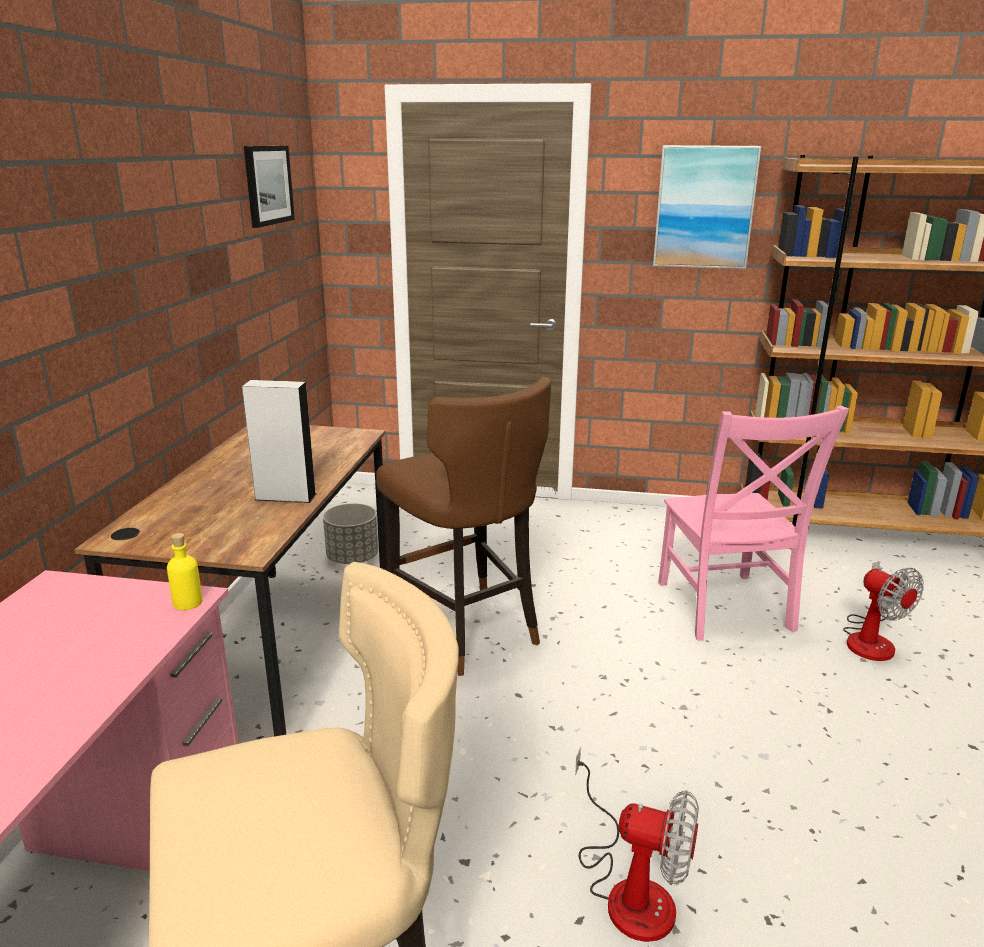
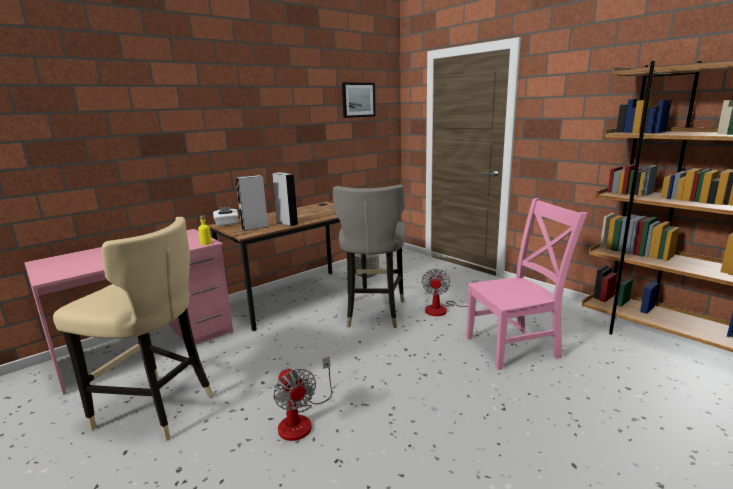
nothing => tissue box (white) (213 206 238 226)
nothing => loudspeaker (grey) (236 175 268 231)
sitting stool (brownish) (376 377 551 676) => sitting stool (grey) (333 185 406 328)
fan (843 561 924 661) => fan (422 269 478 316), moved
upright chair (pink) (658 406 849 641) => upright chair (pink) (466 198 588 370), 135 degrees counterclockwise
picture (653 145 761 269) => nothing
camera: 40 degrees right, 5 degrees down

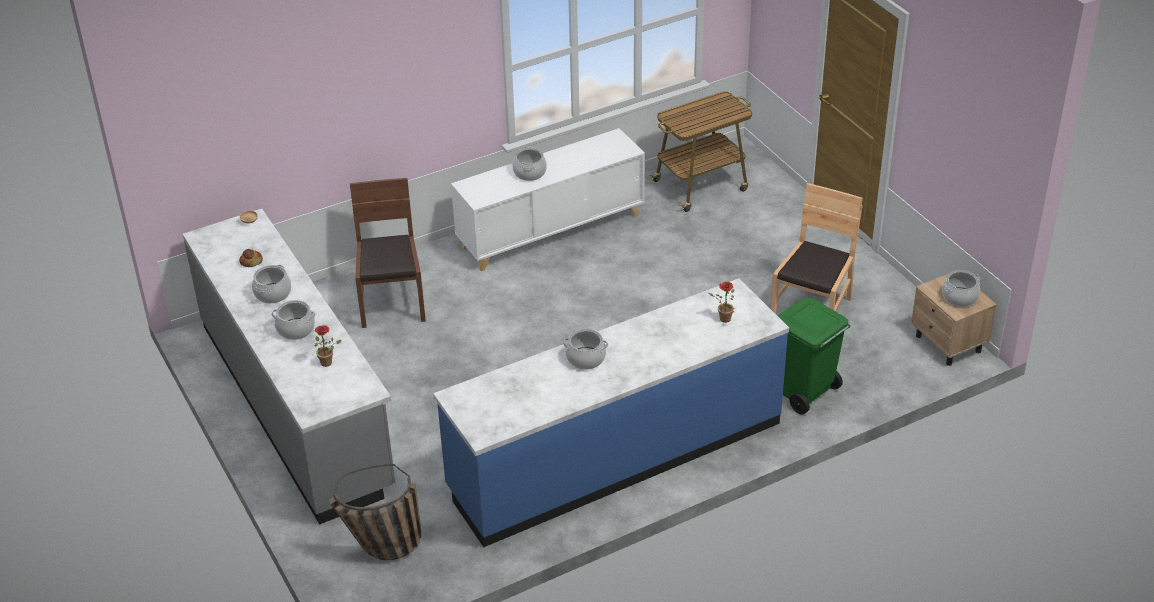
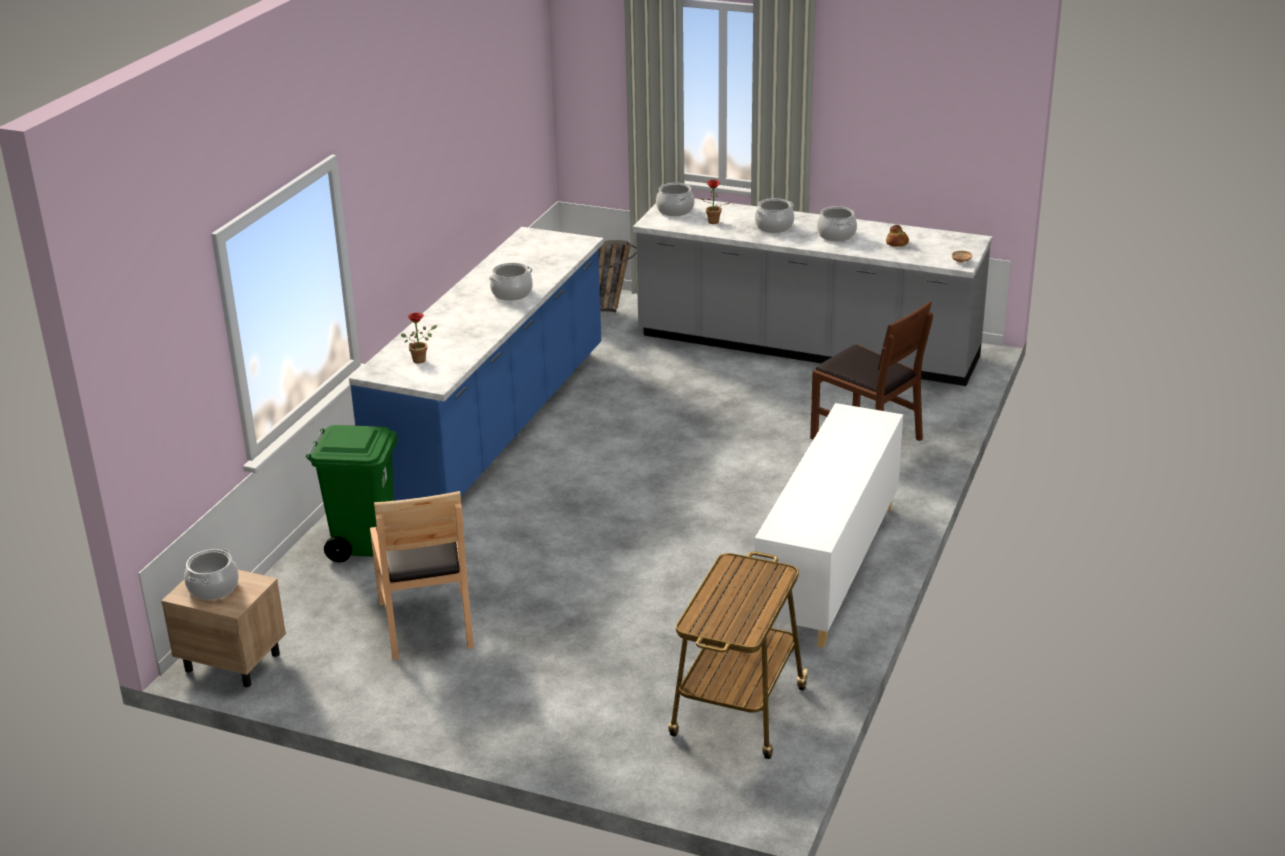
stockpot (512 147 547 181) => stockpot (656 183 694 216), moved
camera: 140 degrees right, 10 degrees down

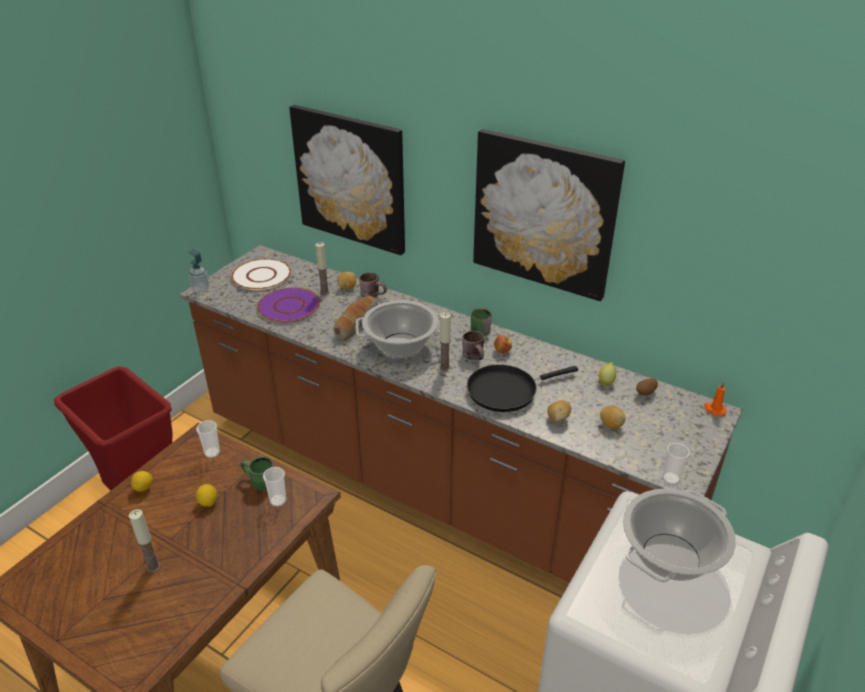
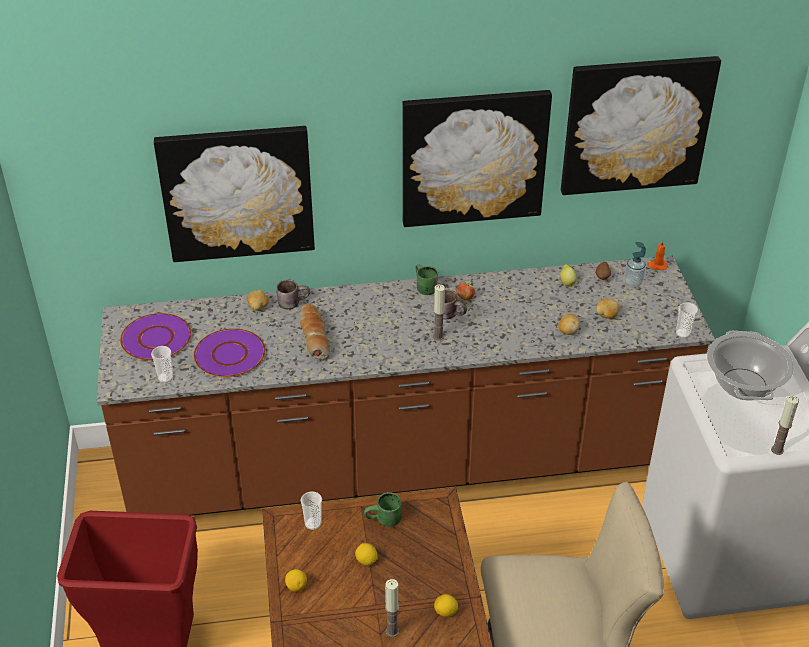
plate (white) (231 259 291 290) => plate (purple) (120 313 192 361)
small cup (263 467 287 507) => small cup (151 346 173 383), moved
nothing => lemon (434 594 458 617)
nothing => picture (561 56 721 195)
liquid soap bottle (189 249 209 293) => liquid soap bottle (624 242 646 287), moved
wax candle (315 242 329 295) => wax candle (771 395 799 455), moved
stockpot (356 301 441 357) => nothing
pan (black) (467 364 578 412) => nothing
camera: 40 degrees left, 5 degrees up

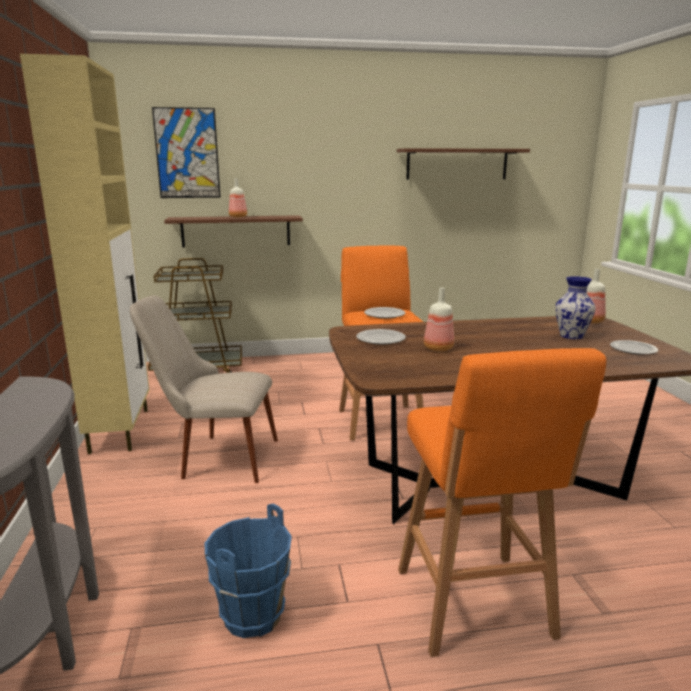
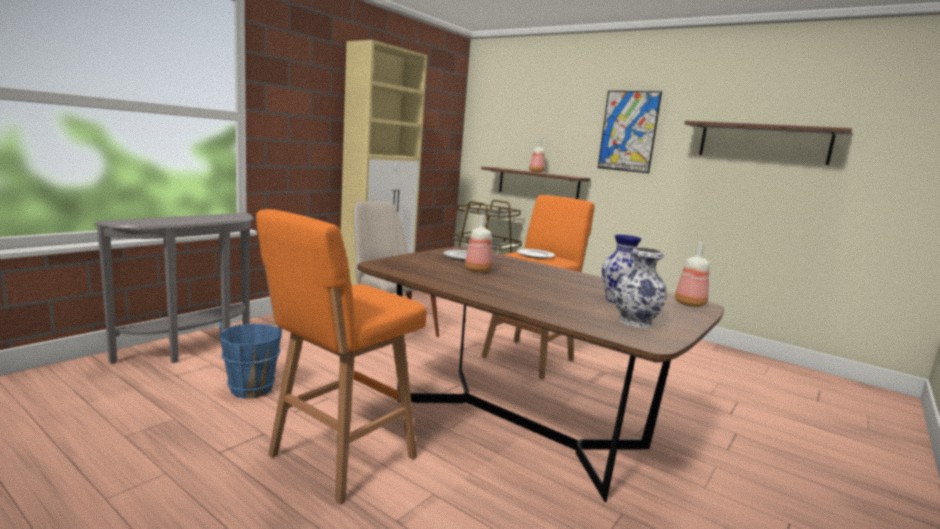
picture (152 107 221 198) => picture (598 91 662 173), moved
plate (610 340 658 355) => vase (614 247 667 328)
camera: 45 degrees right, 5 degrees down

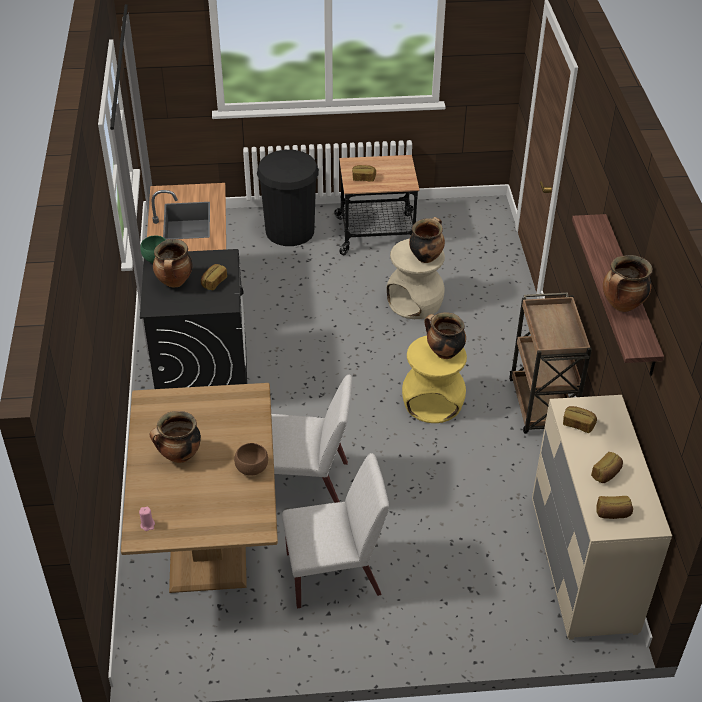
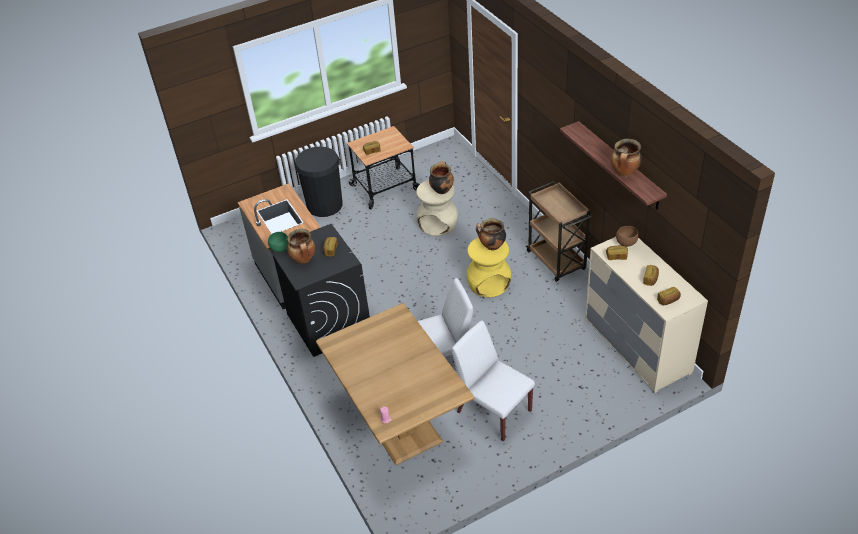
upright chair (white) (282 453 389 609) => upright chair (white) (451 320 535 441), 105 degrees counterclockwise
bowl (brownish) (234 443 268 476) => bowl (brownish) (616 226 638 247), moved
stockpot (149 411 201 463) => nothing
camera: 20 degrees left, 0 degrees up

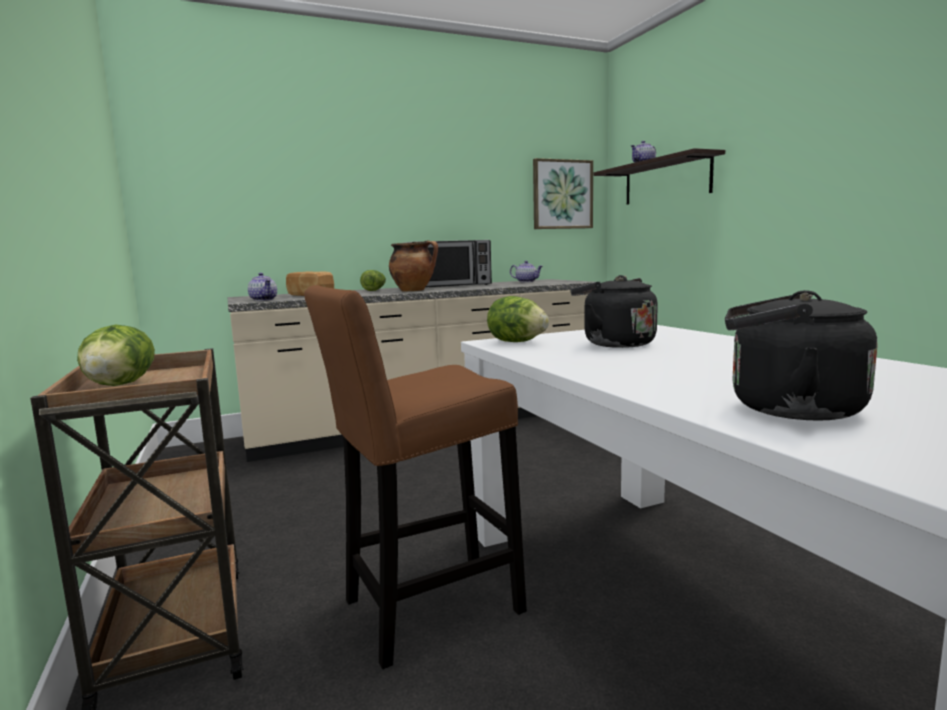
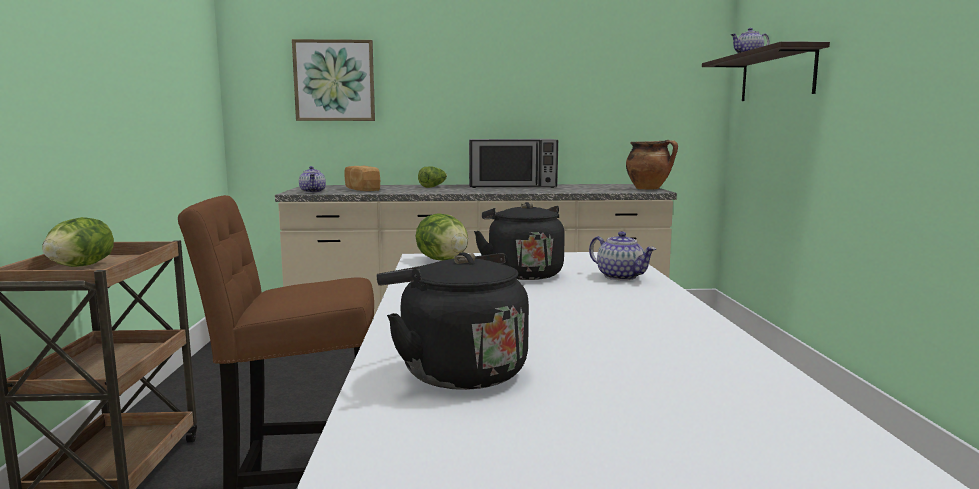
picture (533 158 593 229) => picture (292 39 375 121), moved
tea pot (510 261 543 282) => tea pot (589 231 656 281), moved
stockpot (389 240 438 292) => stockpot (626 140 678 190), moved
camera: 20 degrees right, 0 degrees up

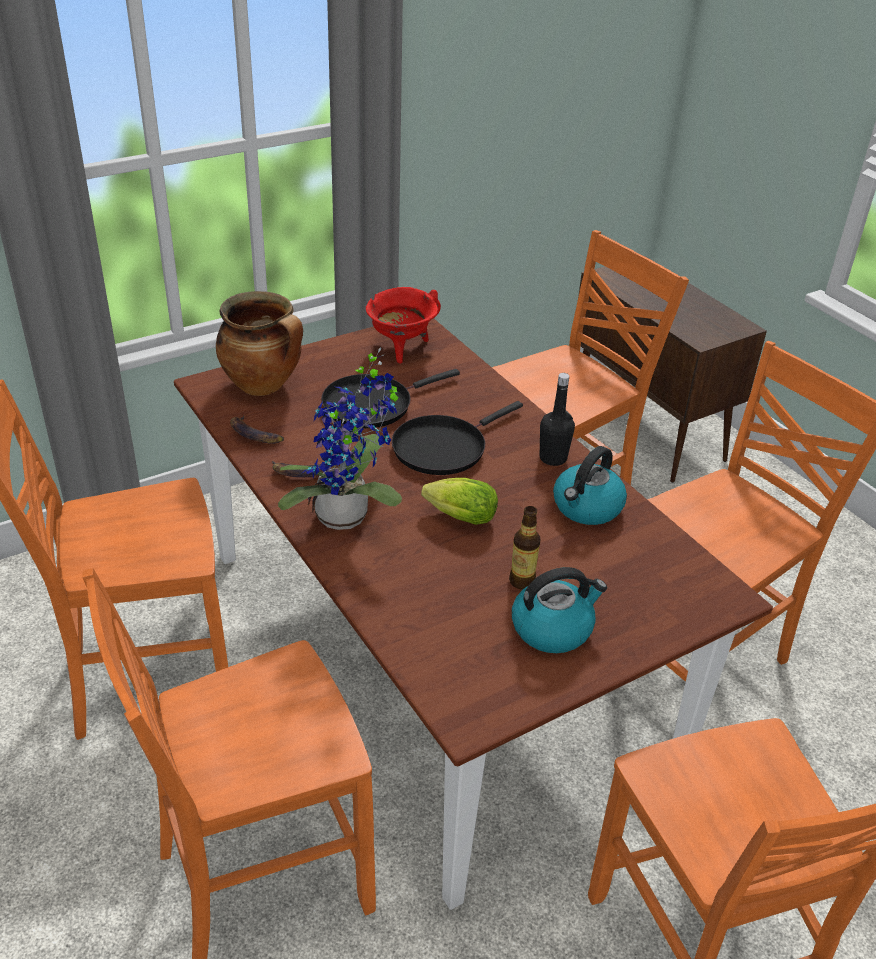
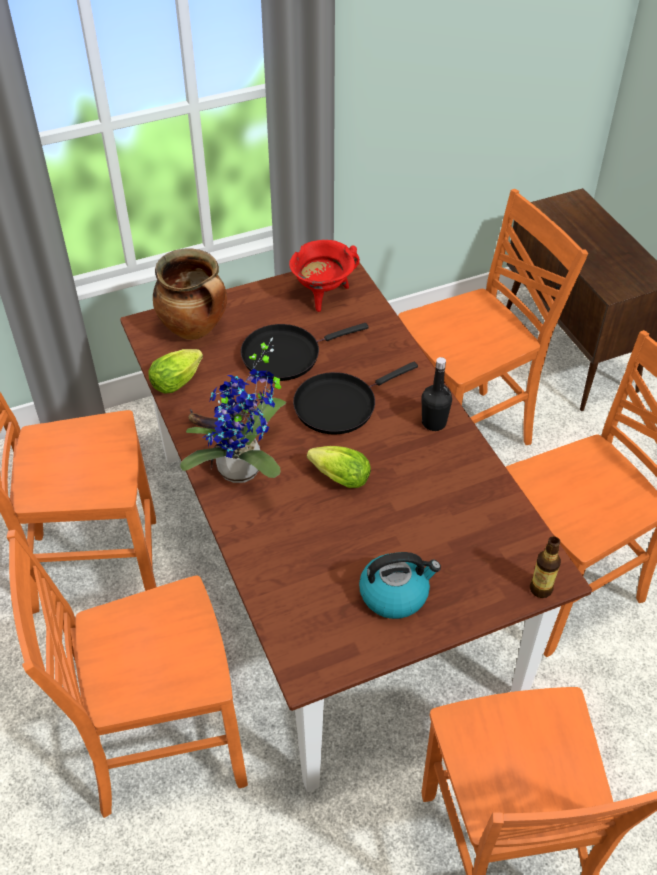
whole banana (230 416 284 444) => lettuce (149 349 203 394)
drink bottle (509 506 540 589) => drink bottle (530 536 561 598), moved
water kettle (553 446 627 525) => nothing
camera: 10 degrees right, 10 degrees up

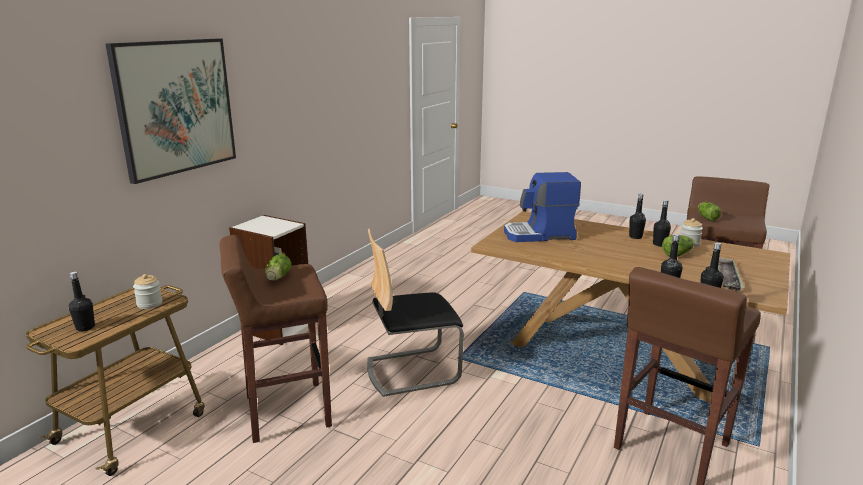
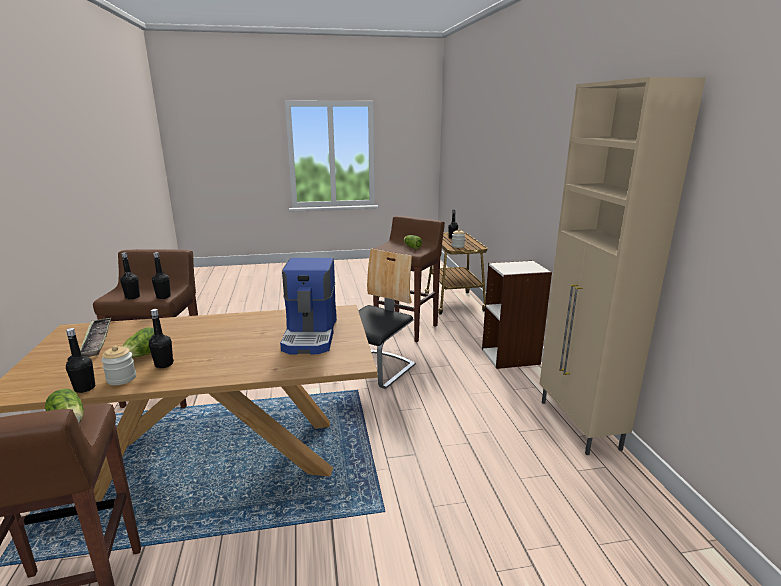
drink bottle (black) (629 194 646 239) => drink bottle (black) (66 328 95 393), moved
coffee brewer (504 172 581 242) => coffee brewer (280 258 337 354), 135 degrees clockwise
nothing => cabinet (beige-coloured) (540 77 706 455)
picture (105 38 236 184) => nothing
camera: 140 degrees right, 0 degrees up

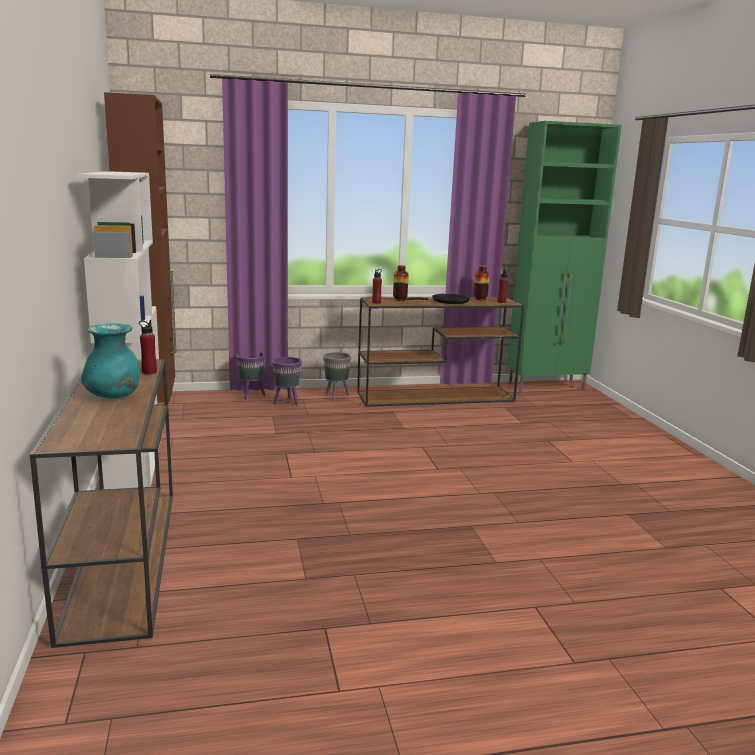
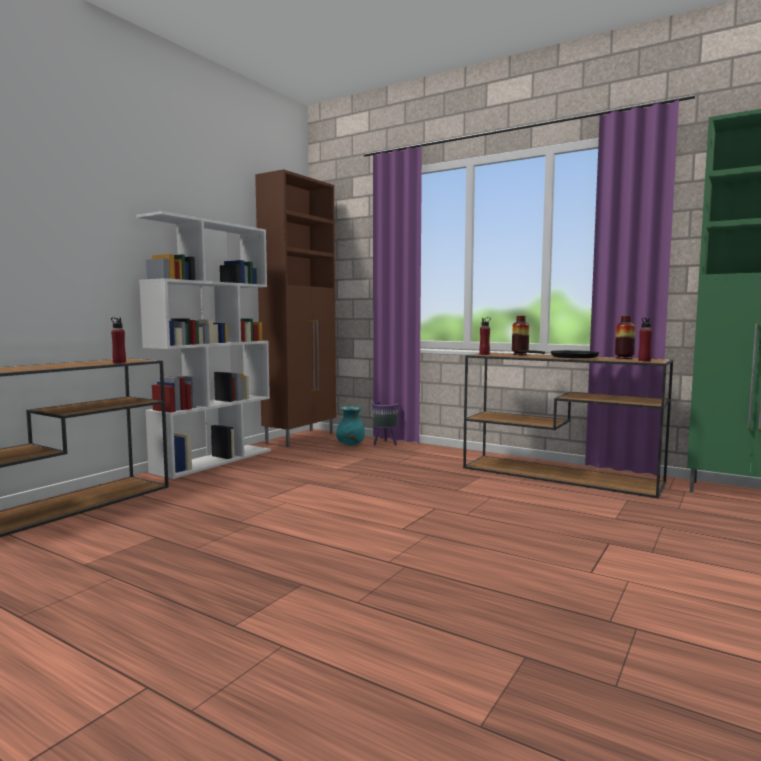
vase (turquoise-coloured) (81 323 140 399) => vase (turquoise-coloured) (336 406 365 445), moved
planter (purple) (272 357 302 405) => nothing
planter (grey) (323 352 351 400) => nothing
camera: 45 degrees right, 10 degrees down

